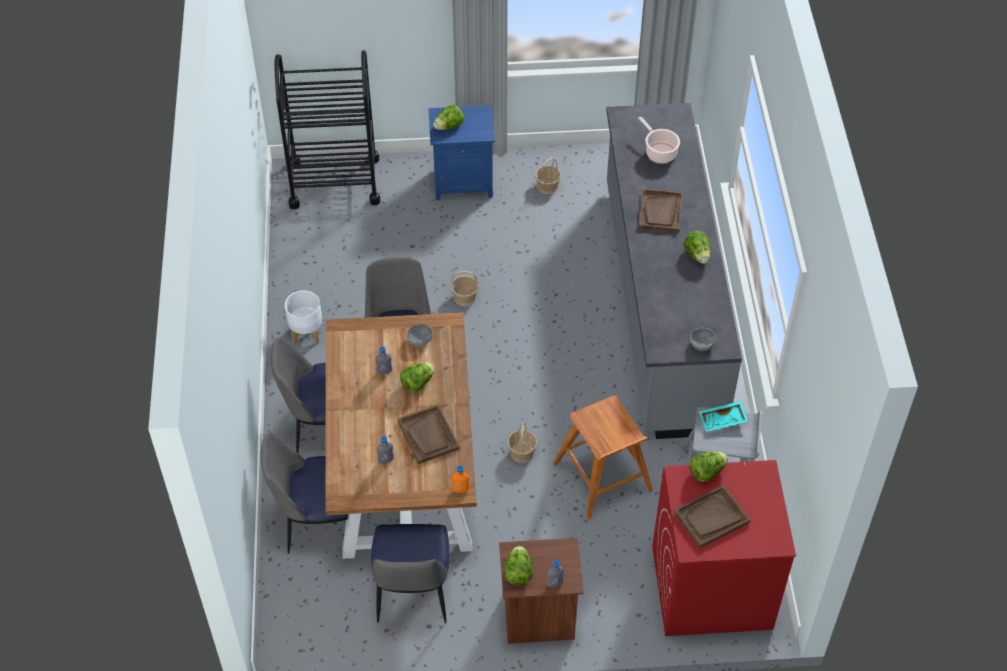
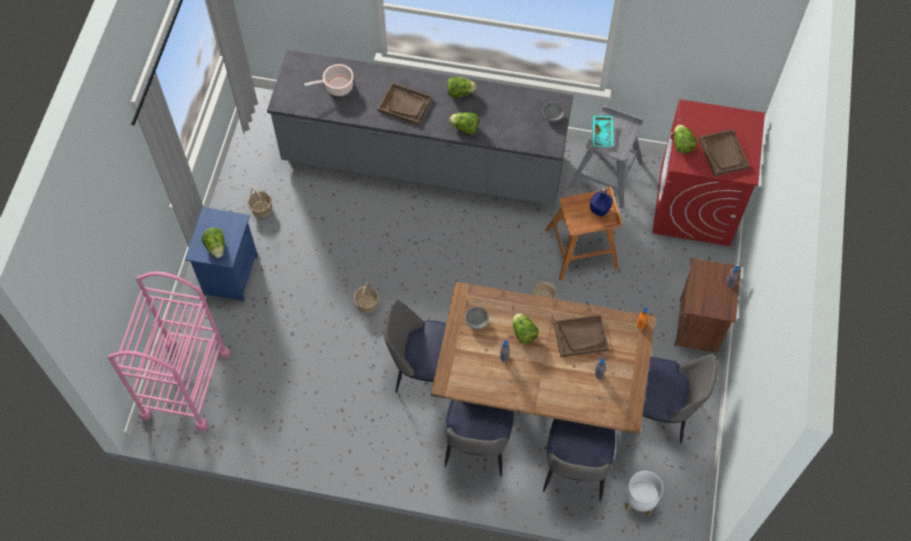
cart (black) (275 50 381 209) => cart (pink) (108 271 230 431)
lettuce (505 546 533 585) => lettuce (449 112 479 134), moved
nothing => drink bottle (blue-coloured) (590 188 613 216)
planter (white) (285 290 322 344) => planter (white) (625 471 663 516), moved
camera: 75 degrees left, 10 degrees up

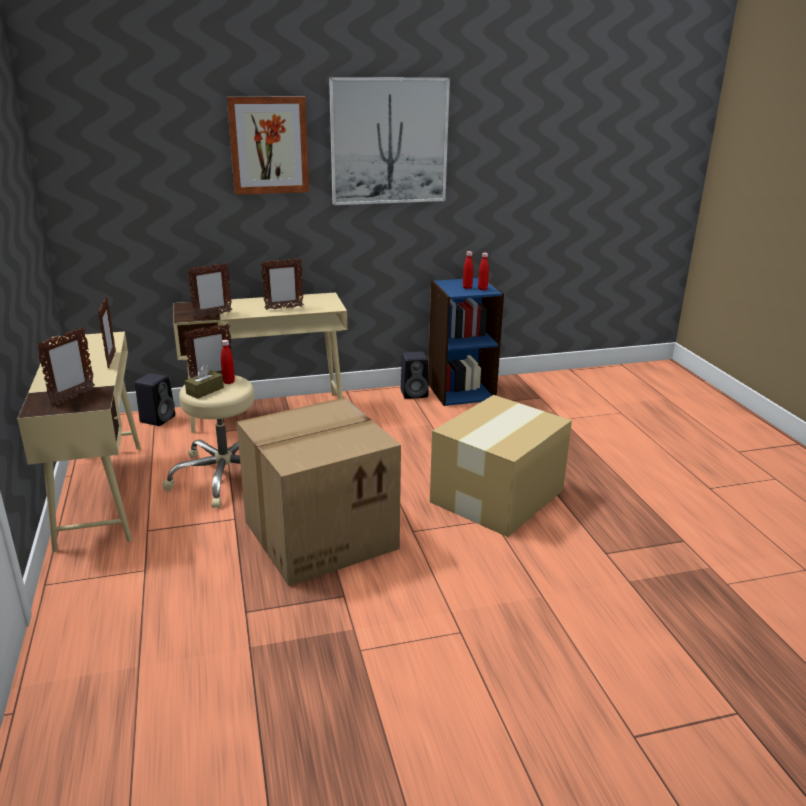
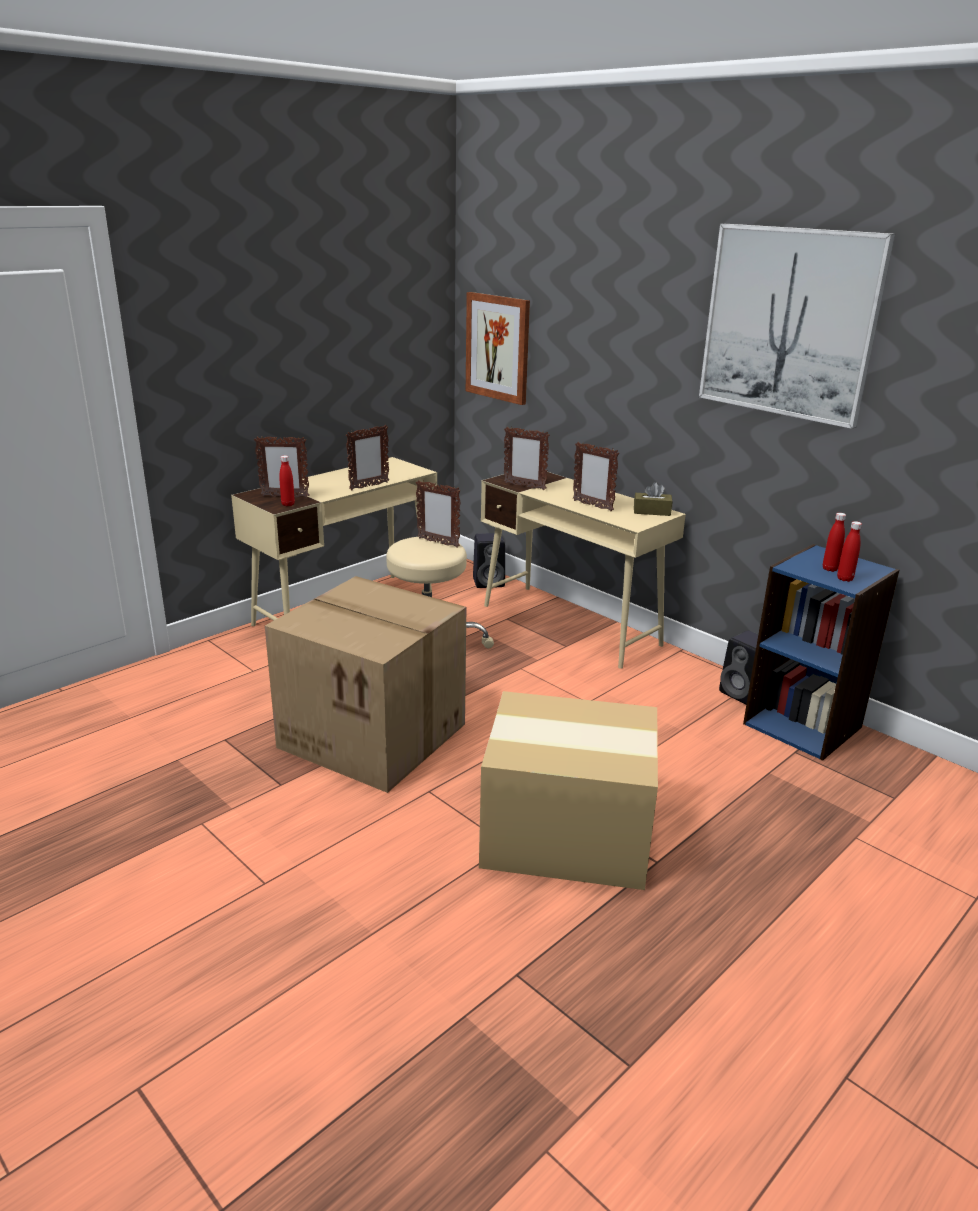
drink bottle (red) (221 340 235 384) => drink bottle (red) (279 455 295 506), moved
picture (227 97 309 195) => picture (466 292 530 405), moved
tissue box (brownish) (185 365 224 399) => tissue box (brownish) (634 482 673 516), moved
camera: 60 degrees right, 0 degrees up

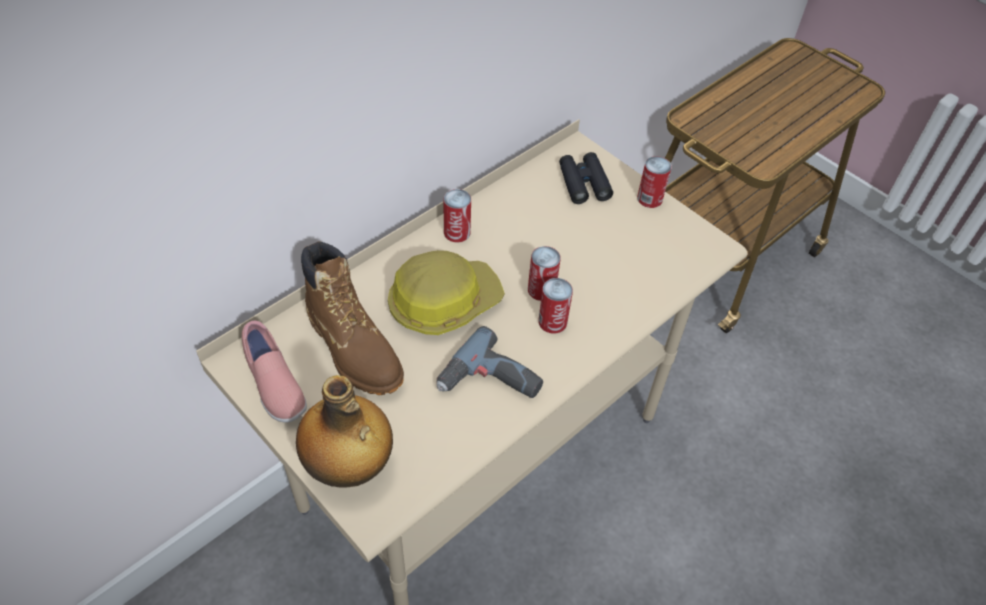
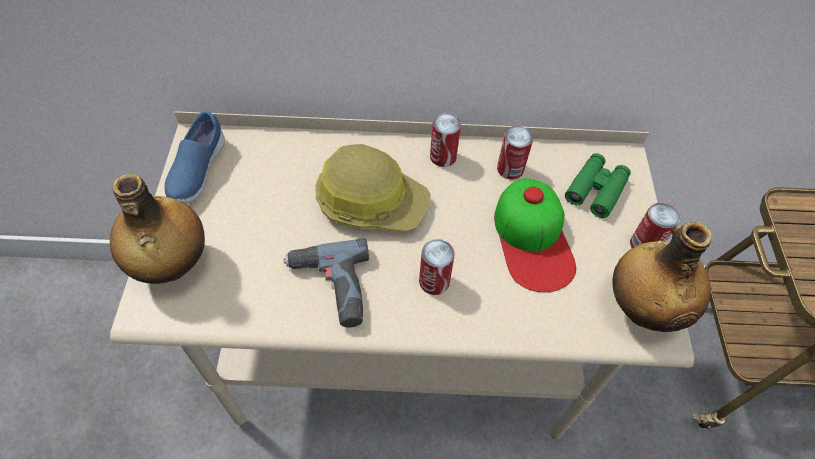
item of footwear (pink) (242 321 307 423) => item of footwear (blue-coloured) (165 111 225 203)
nothing => baseball cap (494 178 576 292)
sealed can (528 246 561 301) => sealed can (497 126 533 180), moved
field glasses (black) (559 152 613 204) => field glasses (green-coloured) (565 153 631 218)
nothing => drink bottle (612 221 712 332)
tall boot (brownish) (301 241 404 395) => nothing
camera: 45 degrees right, 5 degrees up

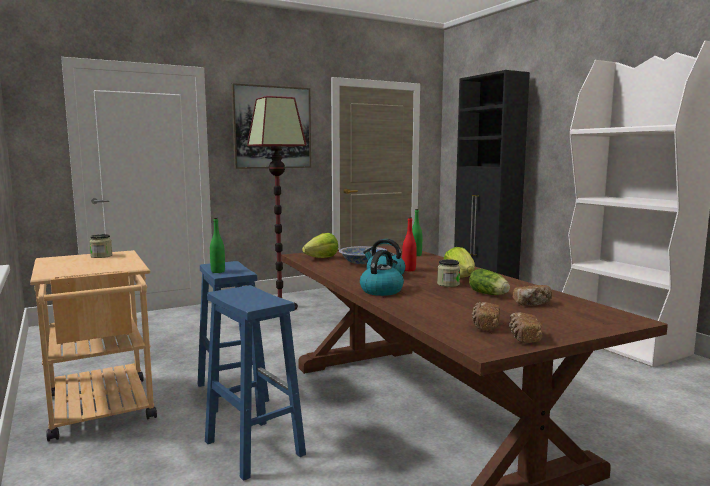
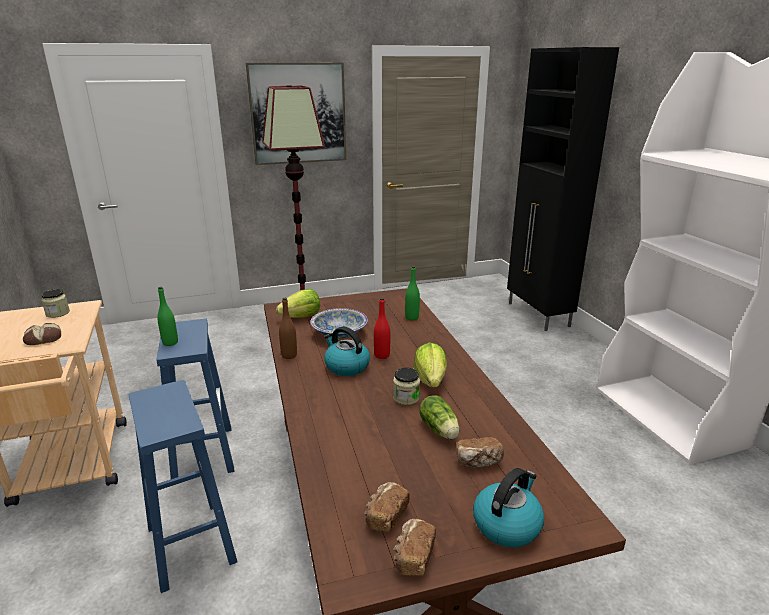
nothing => bakery bread (23 323 61 345)
nothing => drink bottle (brownish) (279 298 297 359)
water kettle (360 250 404 296) => water kettle (473 468 544 547), moved
camera: 10 degrees right, 15 degrees up

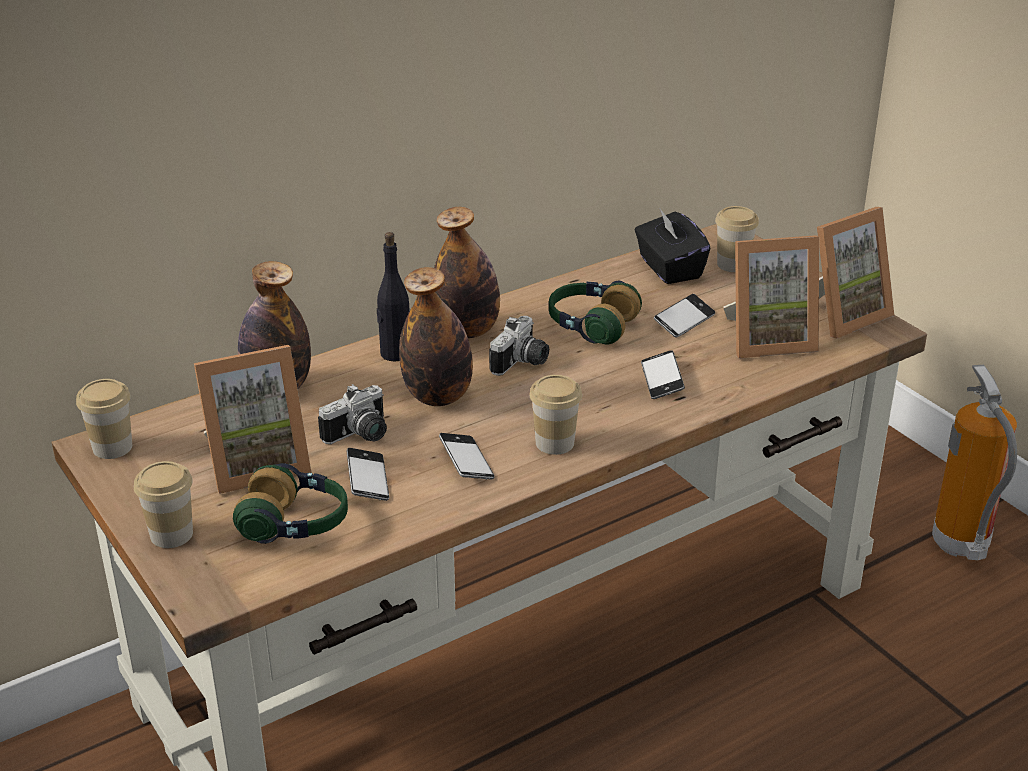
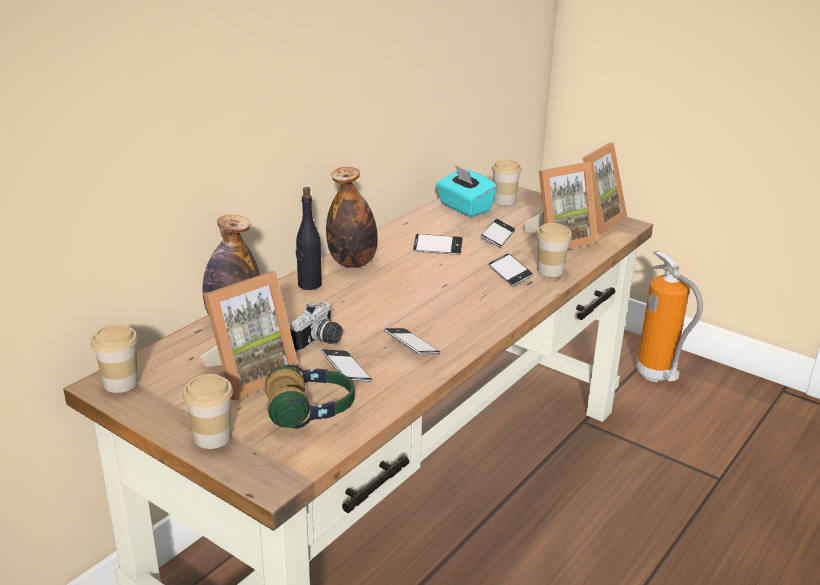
headset (549 281 642 344) => handset (413 234 463 255)
tissue box (black) (635 209 710 284) => tissue box (turquoise-coloured) (436 165 497 217)
small cup (529 375 582 455) => small cup (536 223 572 277), moved
drink bottle (399 267 473 406) => nothing
still camera (489 316 549 376) => nothing
camera: 20 degrees left, 5 degrees down

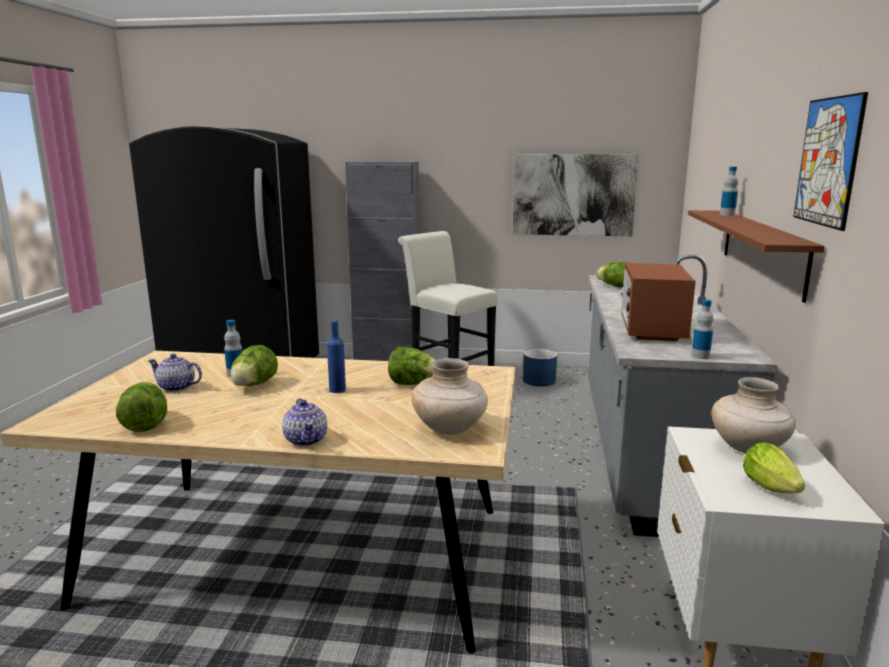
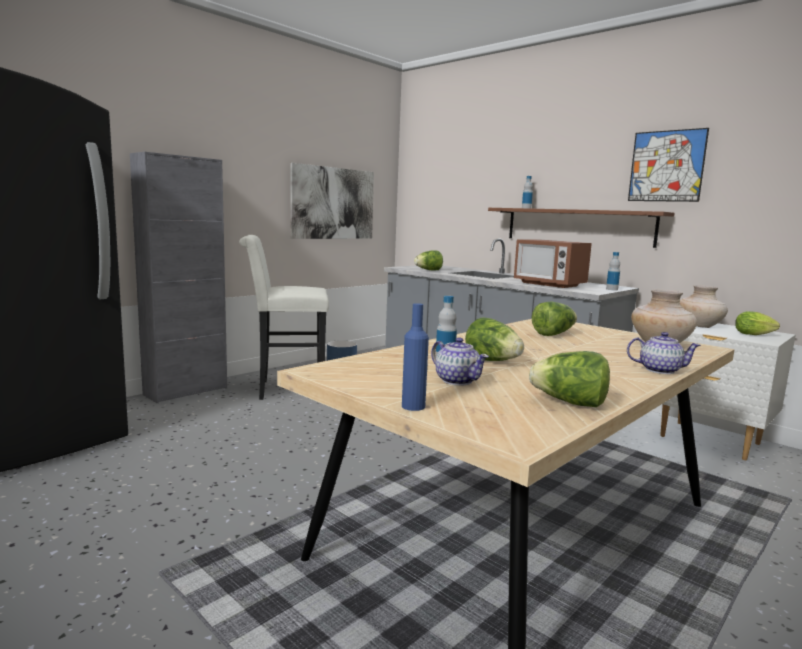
drink bottle (blue-coloured) (327 320 346 393) => drink bottle (blue-coloured) (402 303 429 411), moved
tea pot (148 354 202 392) => tea pot (431 338 489 386), 90 degrees counterclockwise
camera: 55 degrees left, 5 degrees down

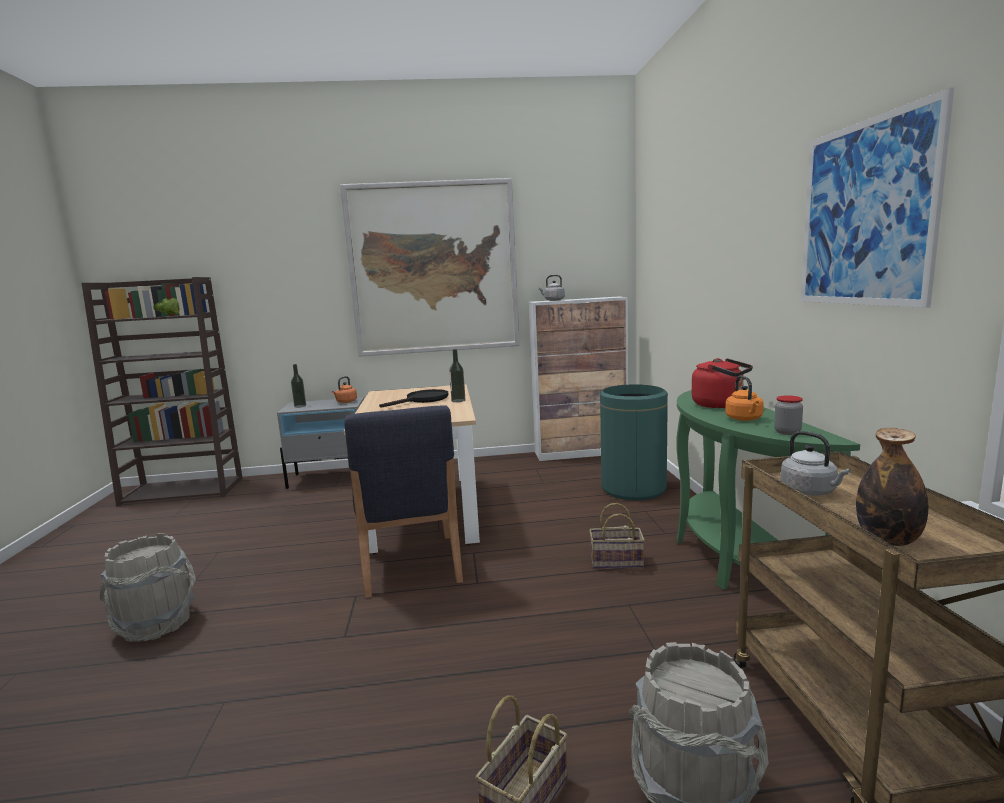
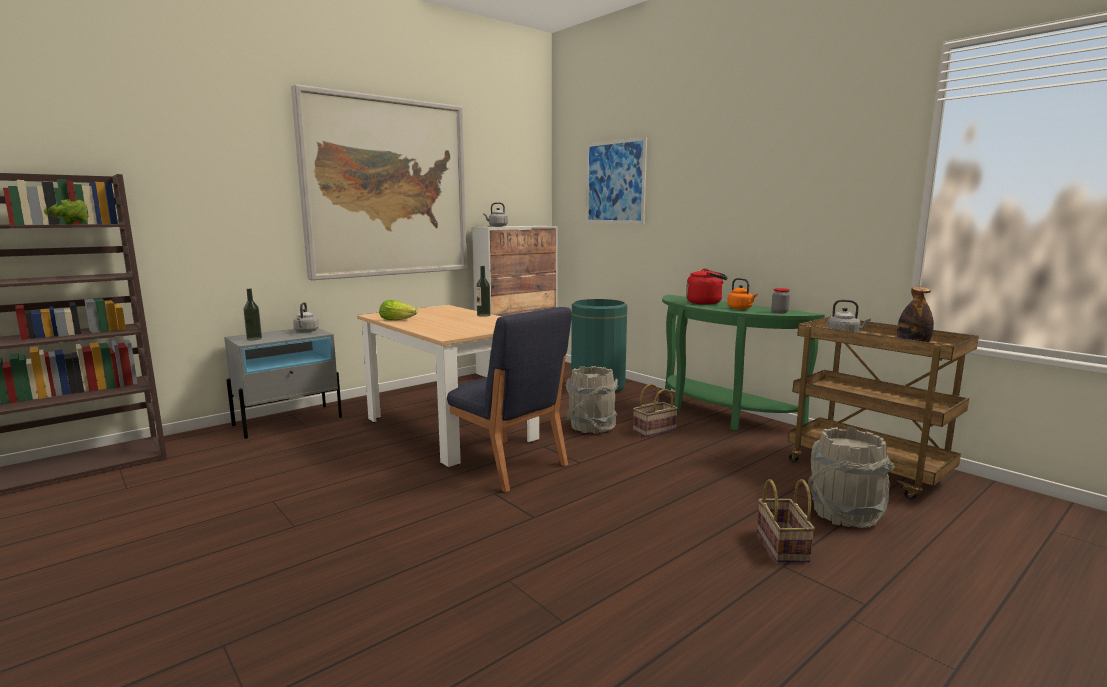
water kettle (orangey) (332 376 357 403) => water kettle (grey) (293 302 319 332)
nothing => lettuce (379 300 417 321)
pail (grey) (100 533 196 642) => pail (grey) (565 366 619 434), moved
picture (800 87 954 308) => picture (586 137 647 224), moved
pan (black) (379 389 449 408) => nothing
camera: 35 degrees left, 0 degrees up

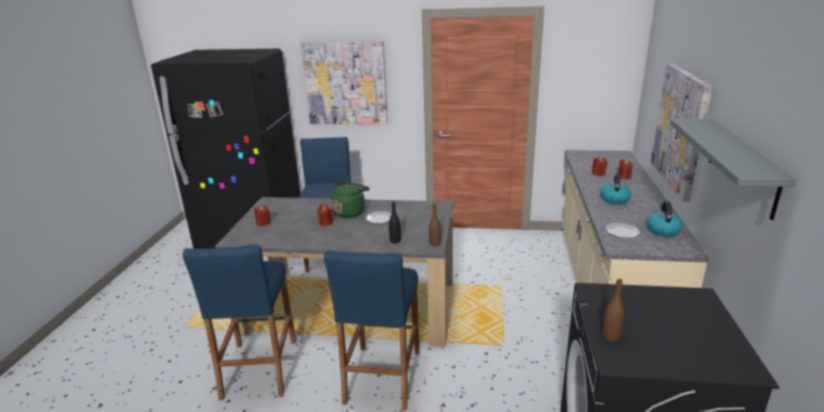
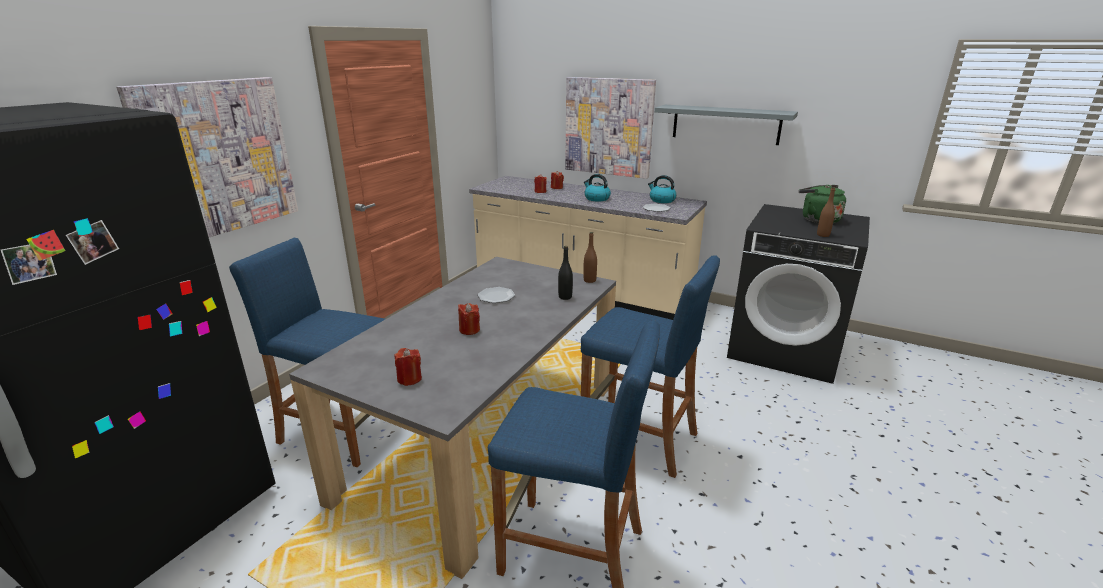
water kettle (green-coloured) (330 182 369 218) => water kettle (green-coloured) (799 185 846 223), moved
camera: 70 degrees left, 0 degrees up

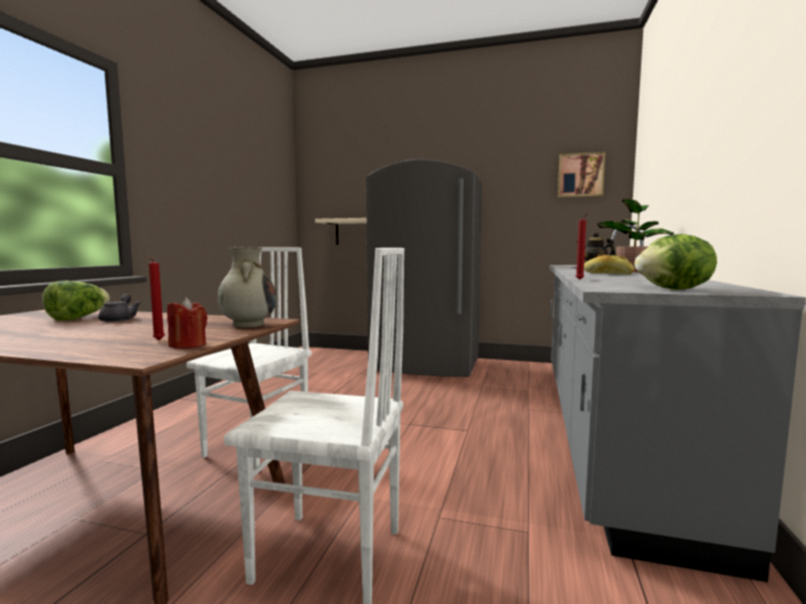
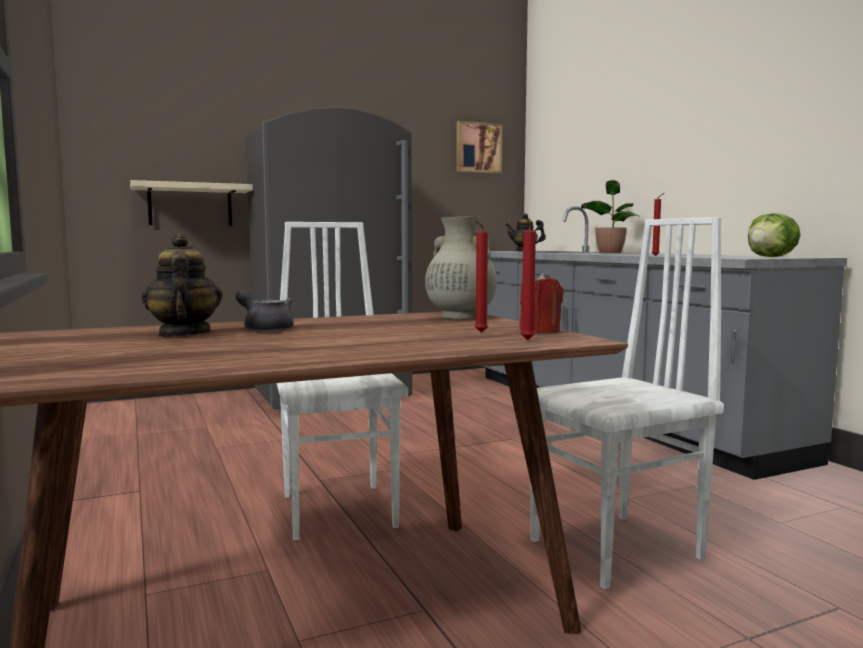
lettuce (42 281 110 321) => tea pot (141 233 223 337)
nothing => wax candle (red) (520 219 536 340)
bakery bread (584 255 634 275) => nothing
camera: 40 degrees left, 0 degrees up

